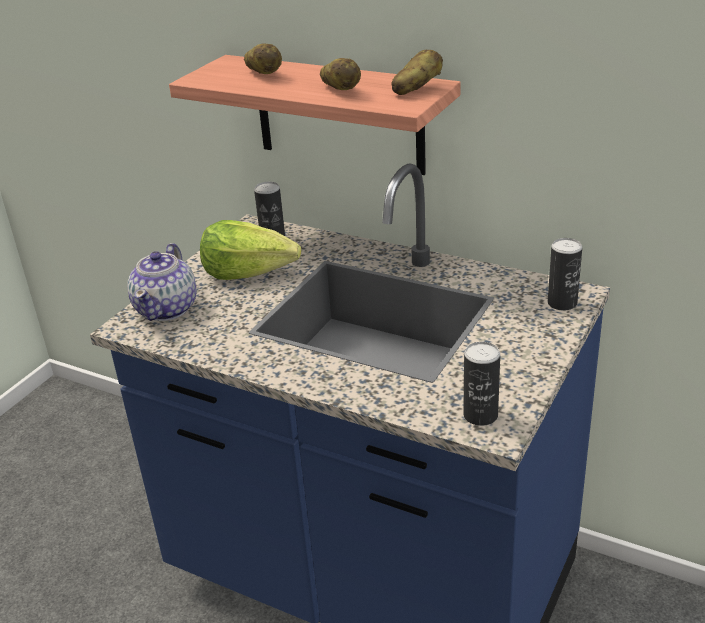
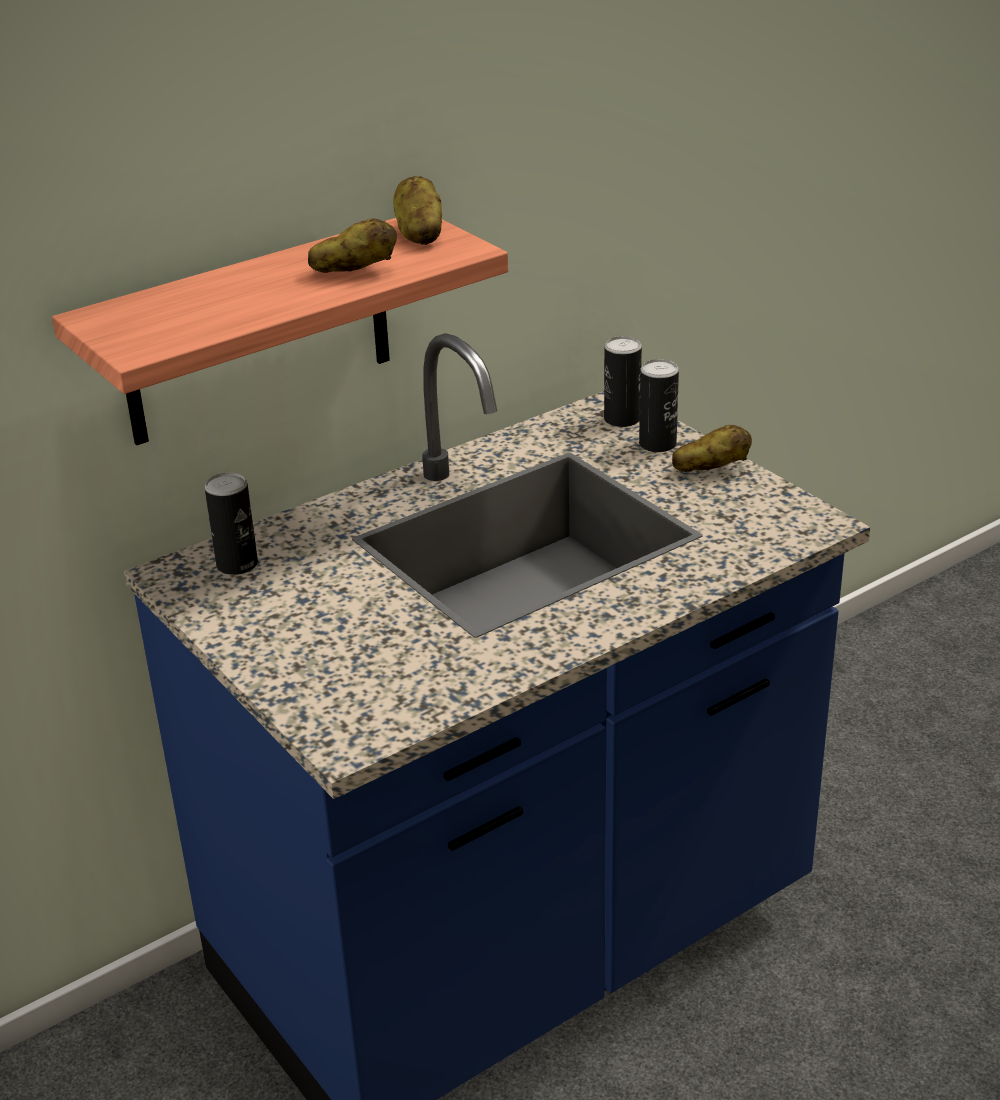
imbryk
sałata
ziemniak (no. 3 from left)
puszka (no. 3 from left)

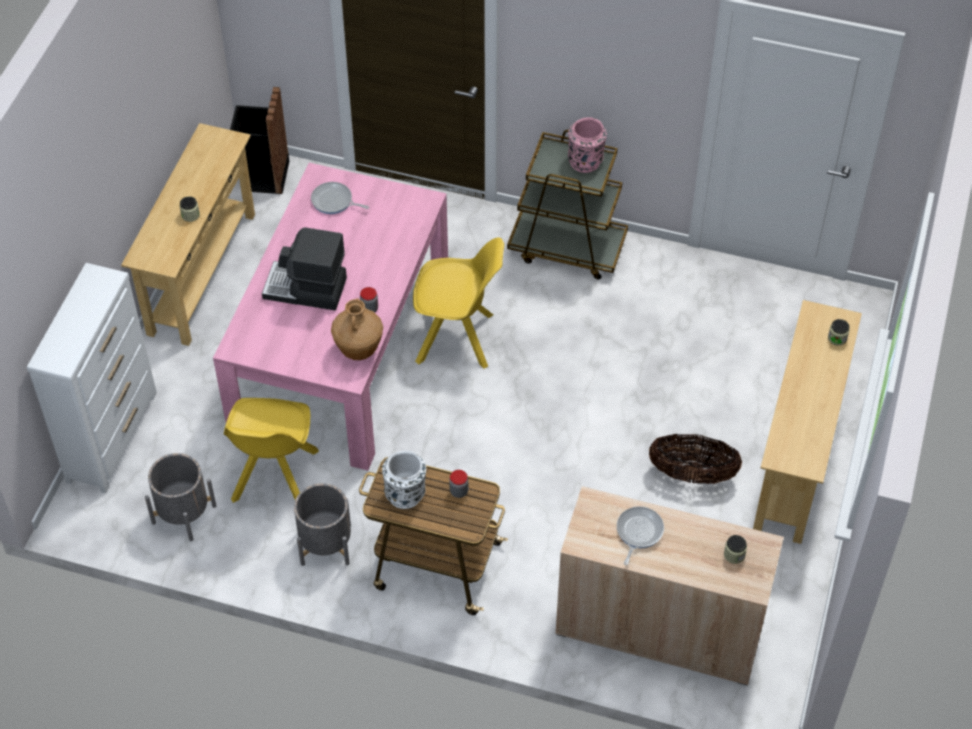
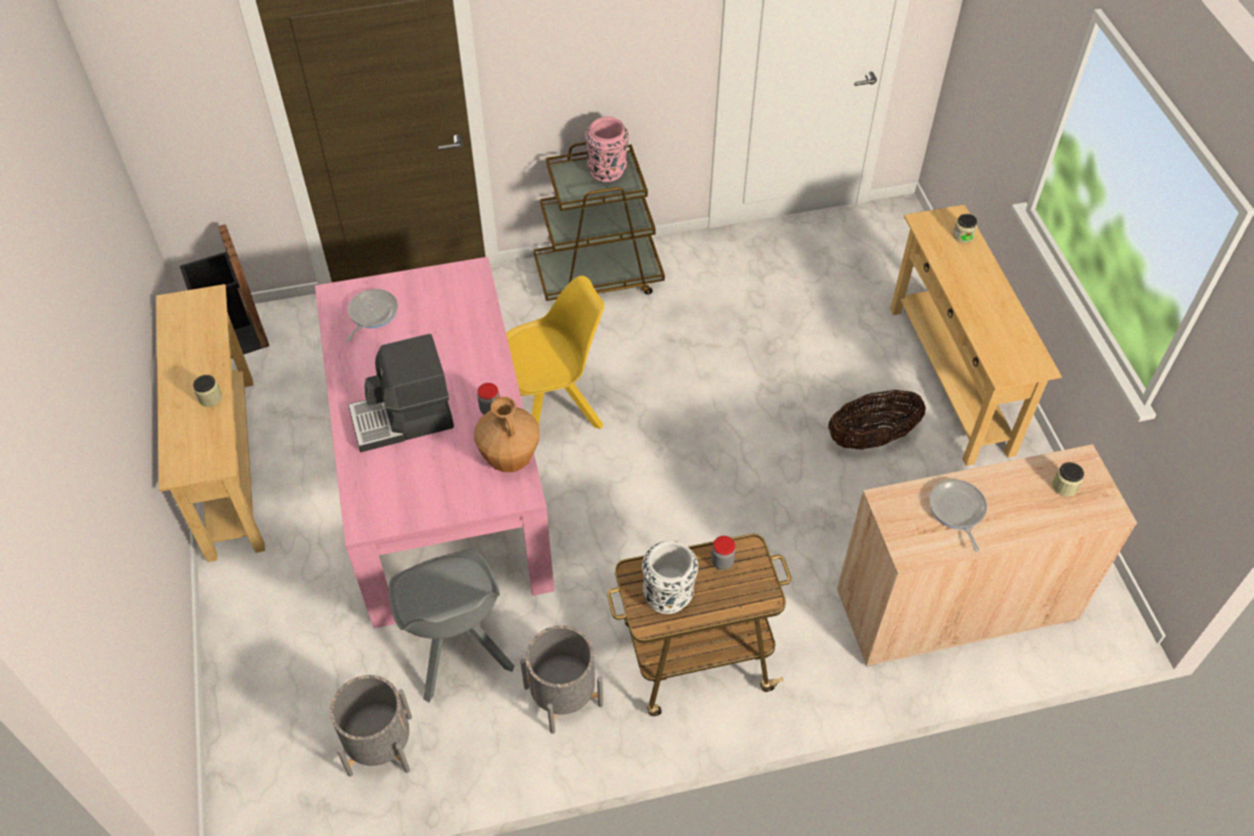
komoda/biały
krzesło/szary
patelnia (no. 1 from left)

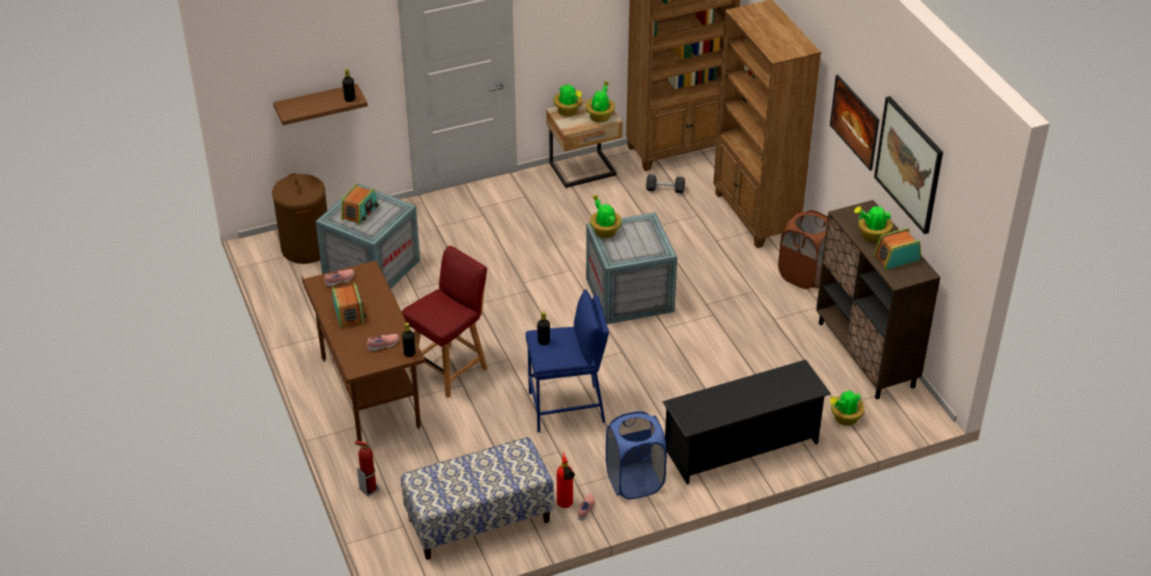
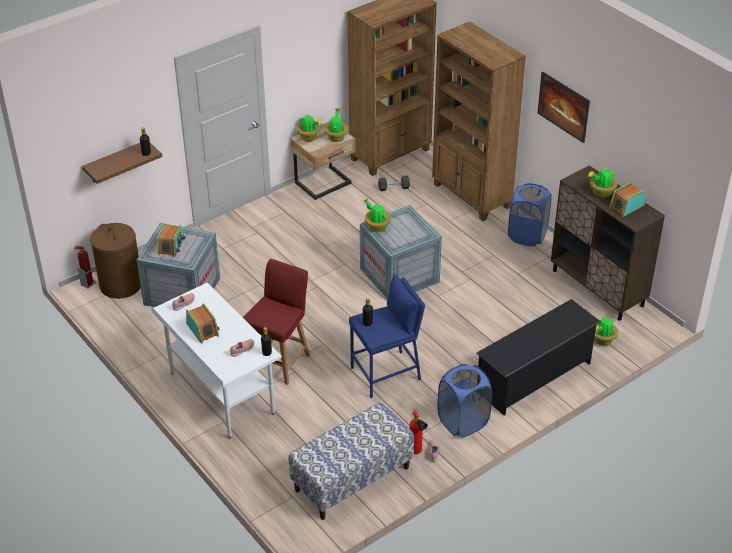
obraz (no. 2 from left in the first image)
gaśnica (no. 1 from left)
biurko/biały
kosz na pranie/niebieski (no. 2 from left)

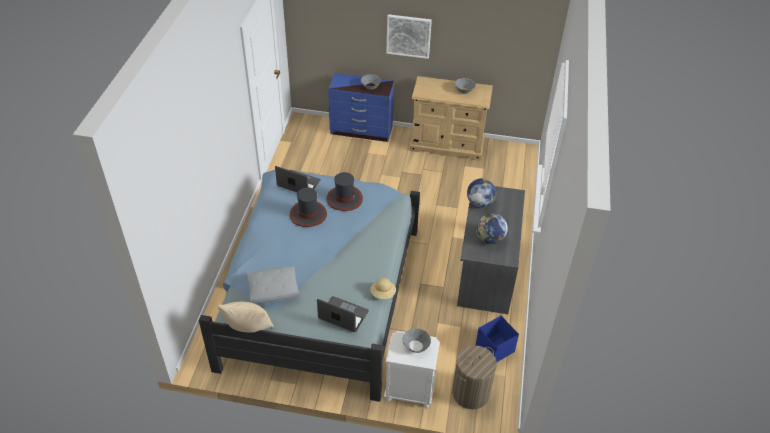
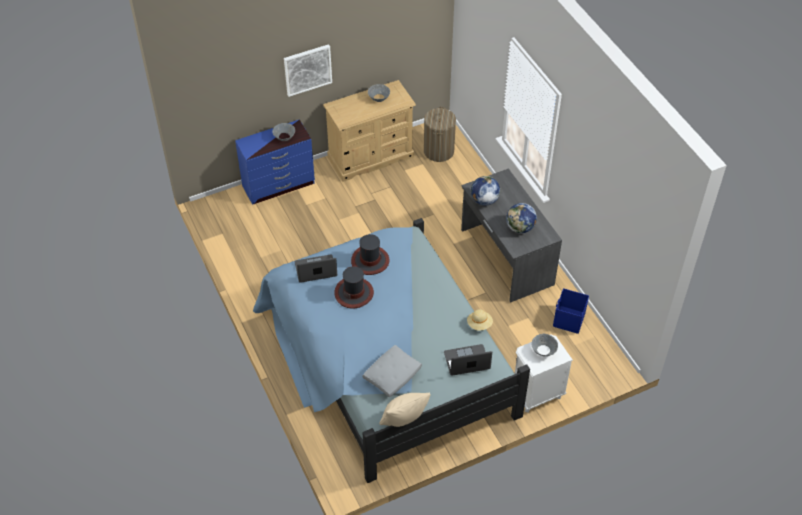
kosz na pranie

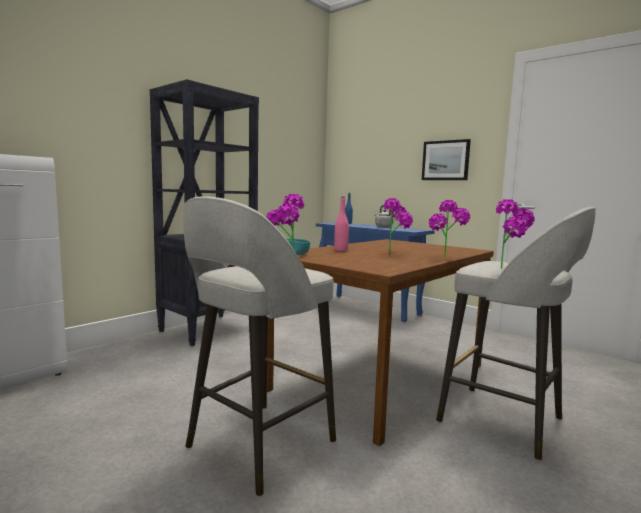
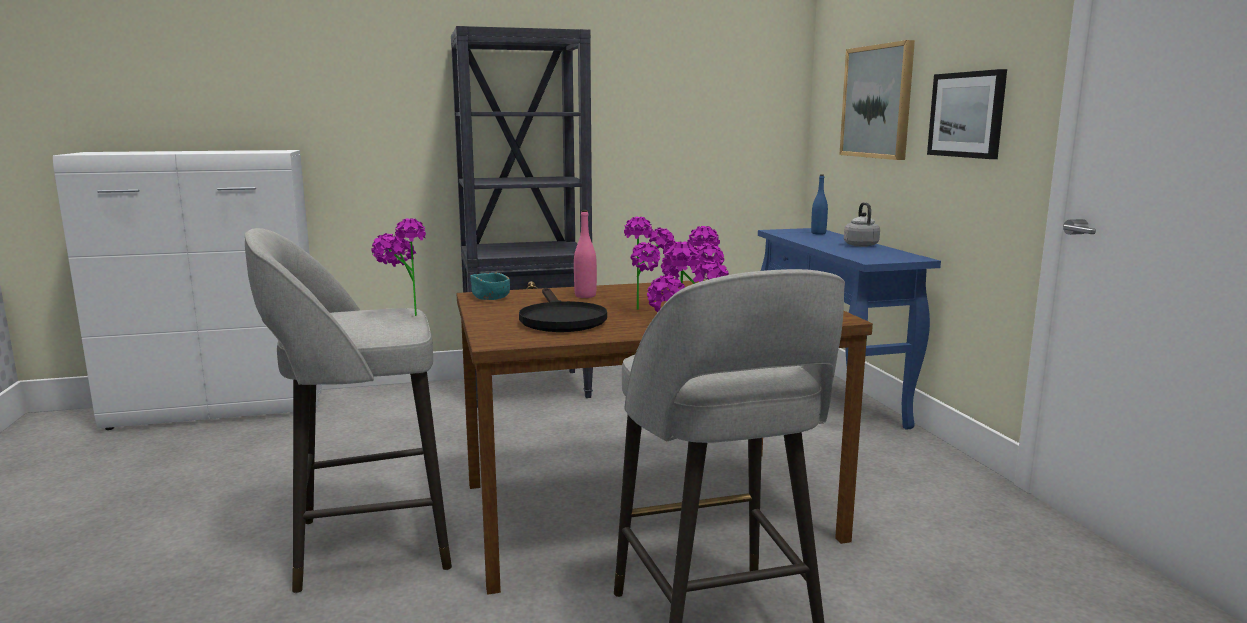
patelnia/czarny
obraz (no. 1 from left)

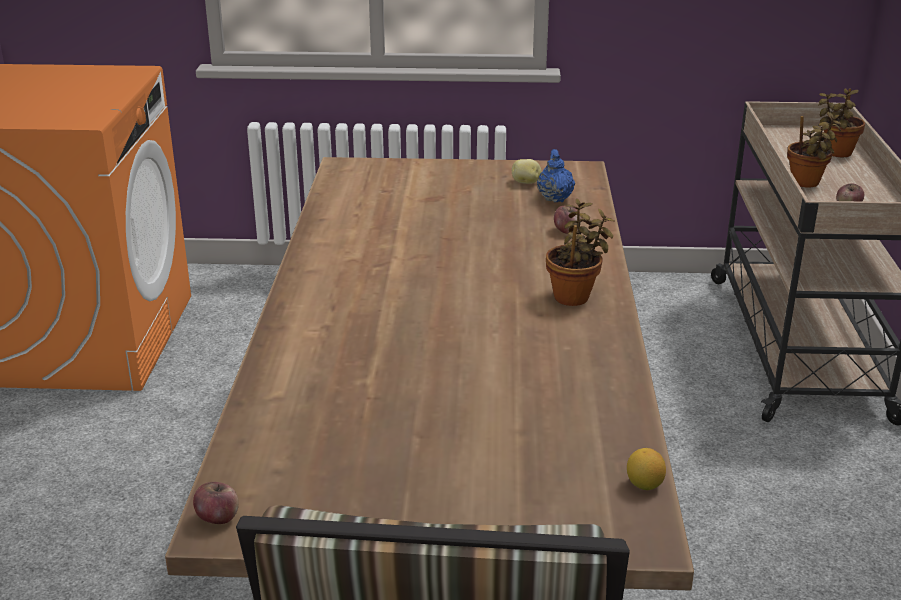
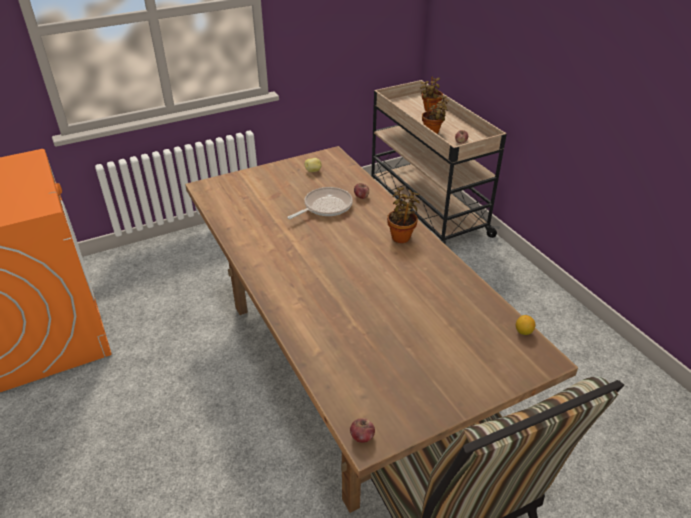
imbryk/niebieski
patelnia

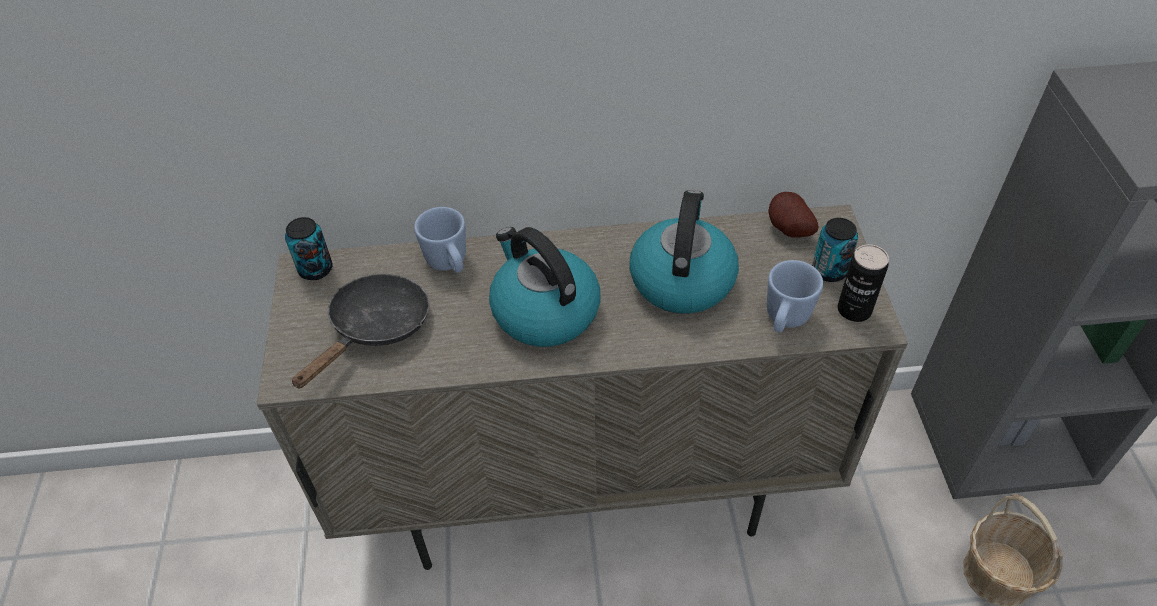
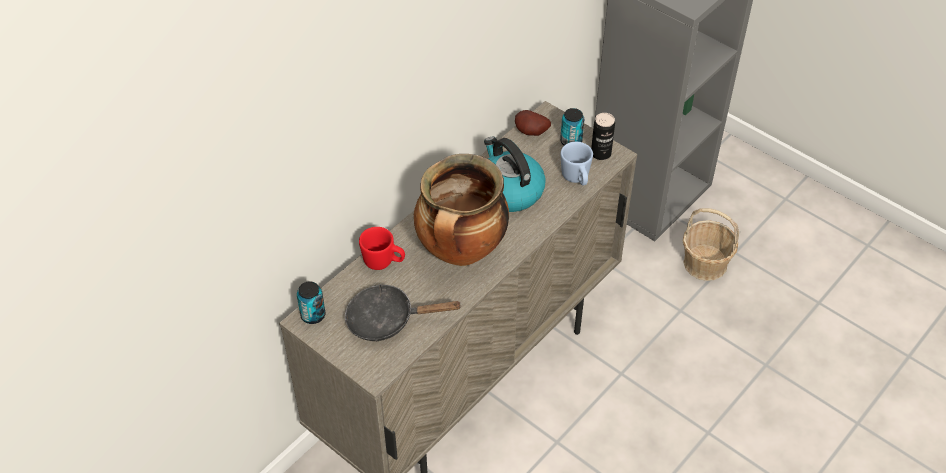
garnek
kubek/czerwony
patelnia/czarny

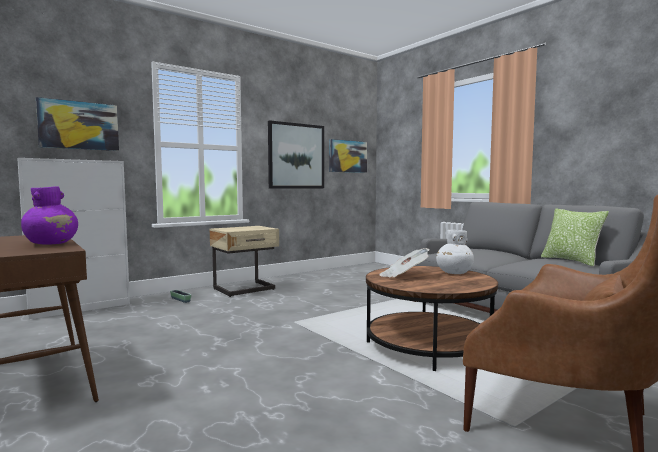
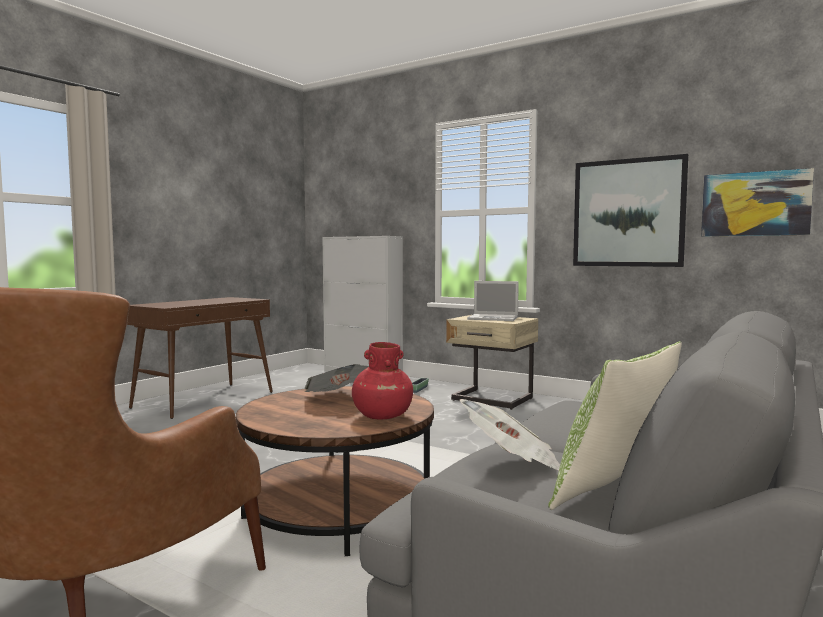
wazon/fioletowy
obraz (no. 1 from left in the first image)
gazeta (no. 2 from left)
laptop
wazon/czerwony

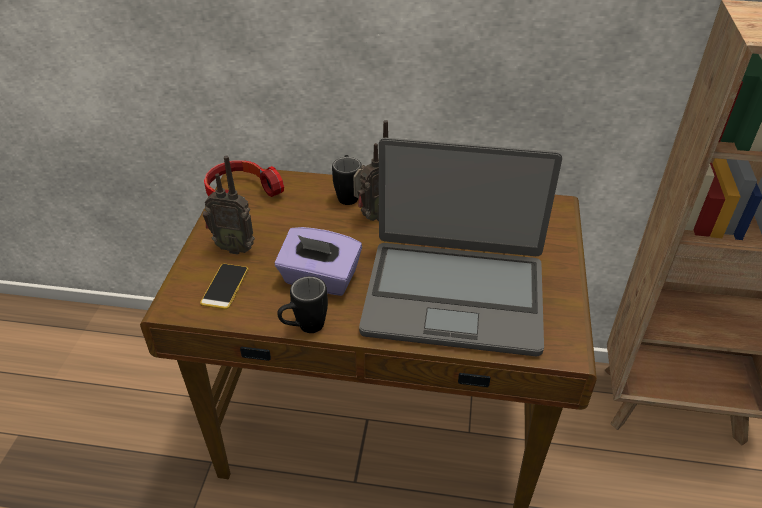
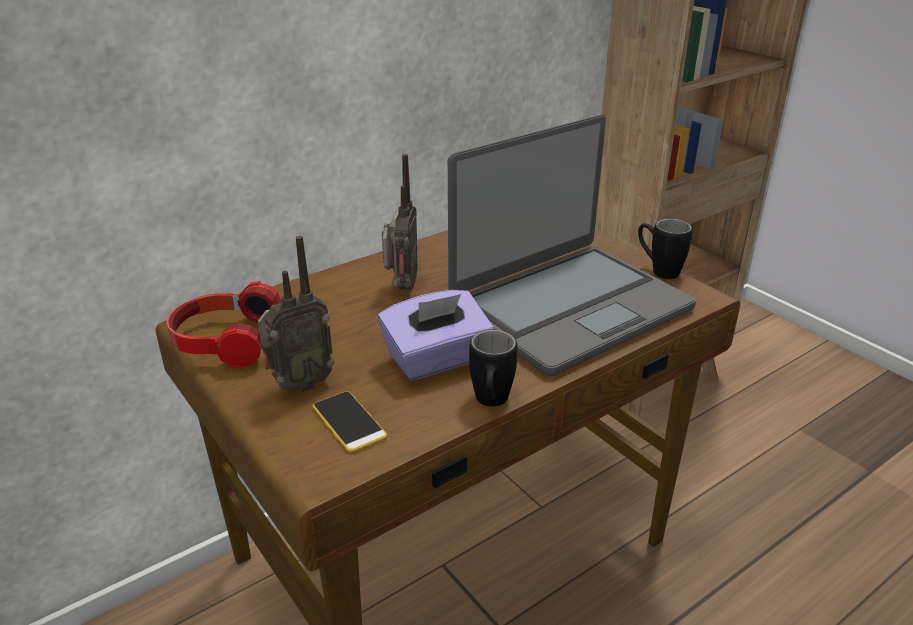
kubek/czarny (no. 2 from left)

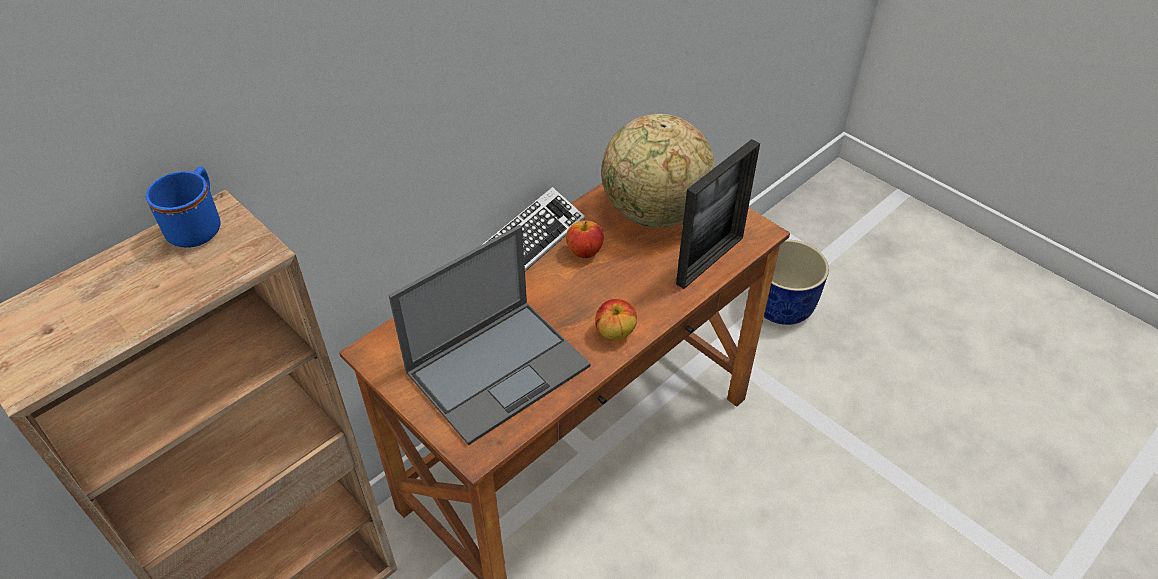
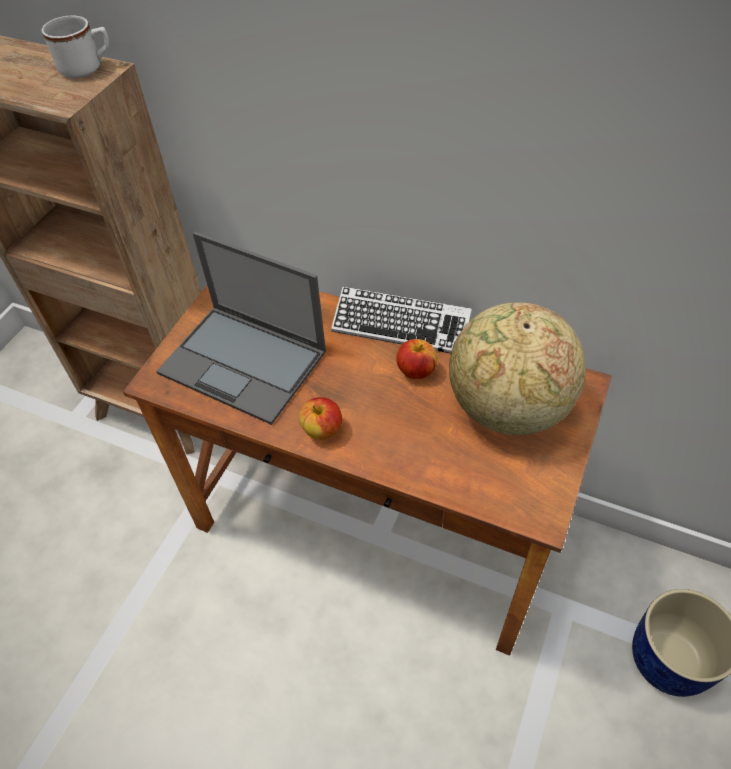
ramka na zdjęcie
kubek/biały

